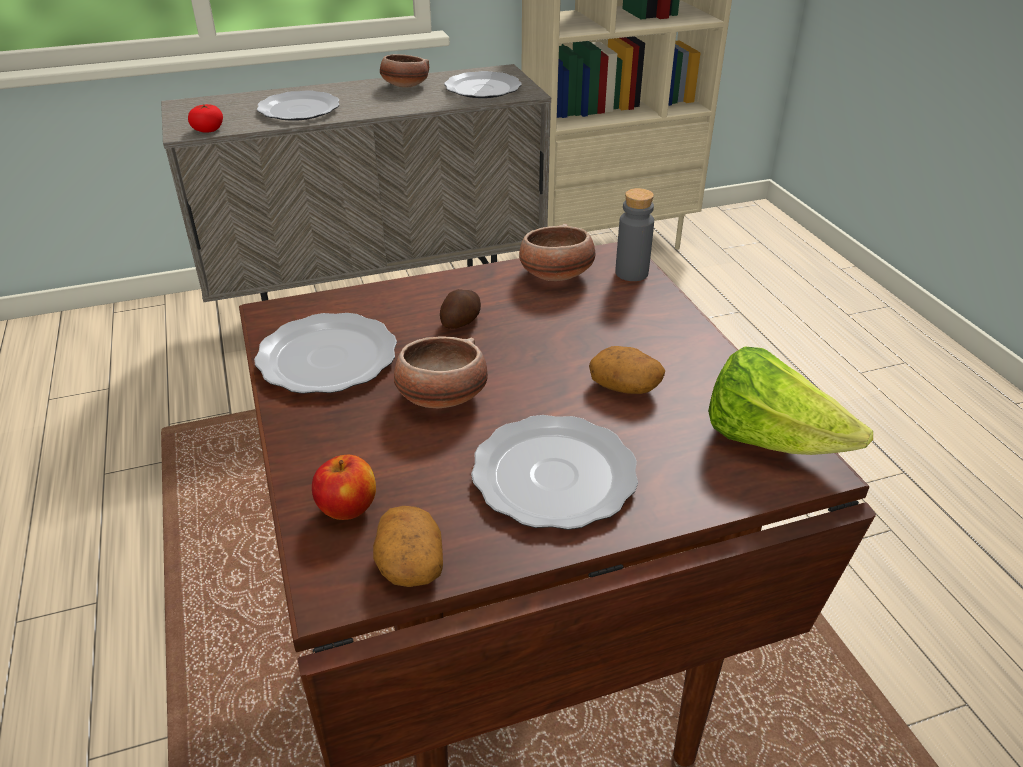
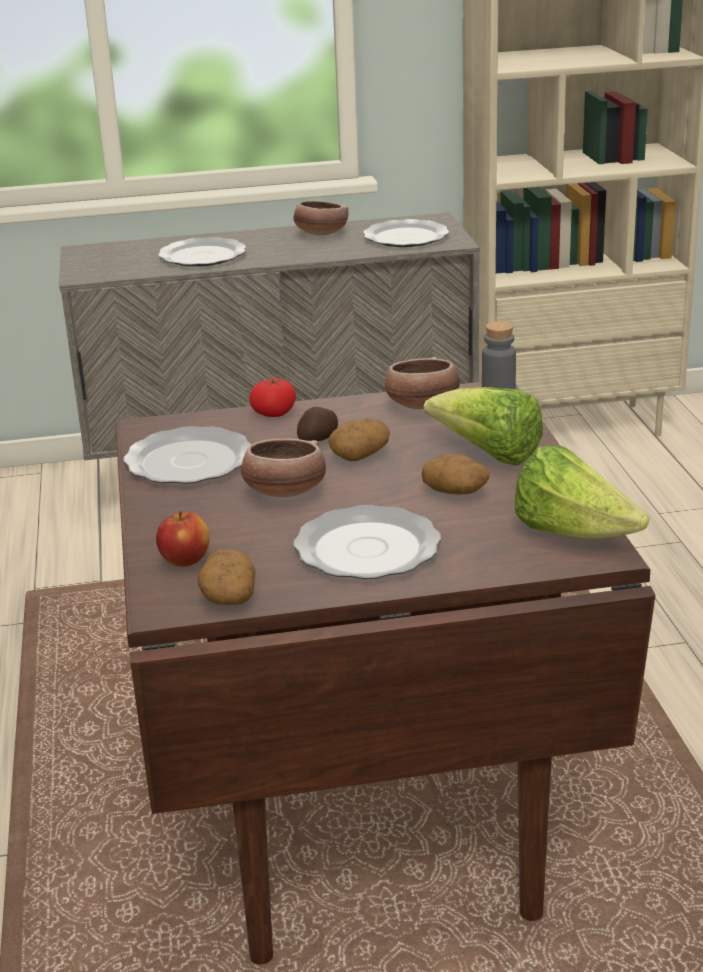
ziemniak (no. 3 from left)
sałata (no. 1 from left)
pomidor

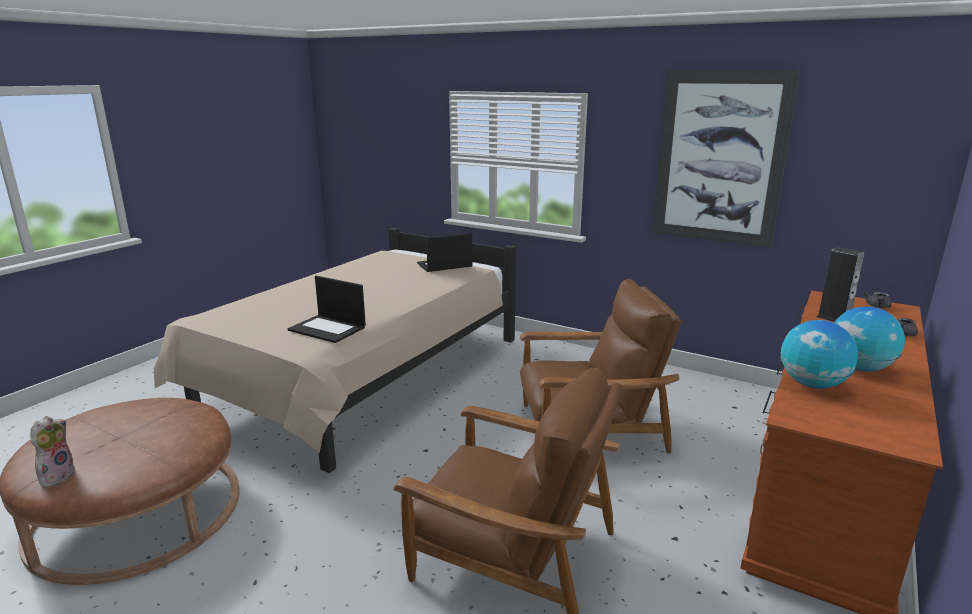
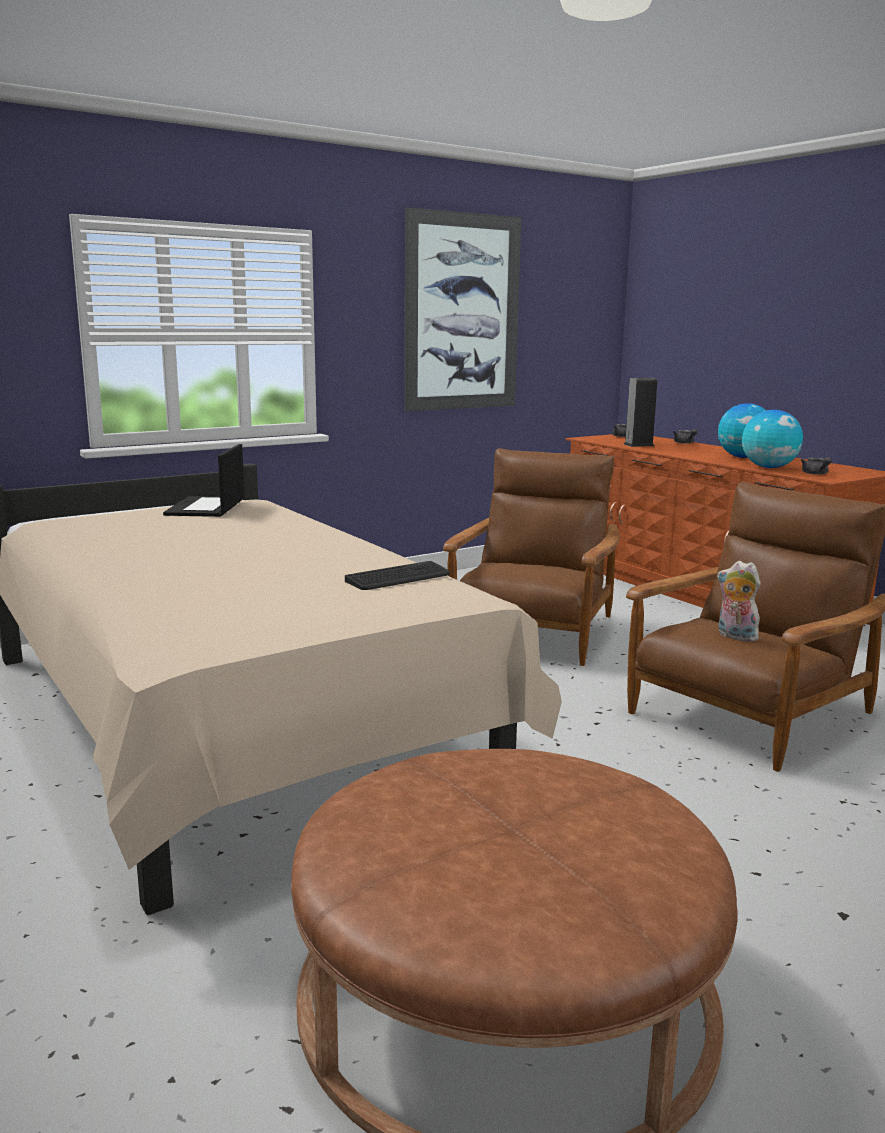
imbryk/szary (no. 3 from left)
pluszak
klawiatura

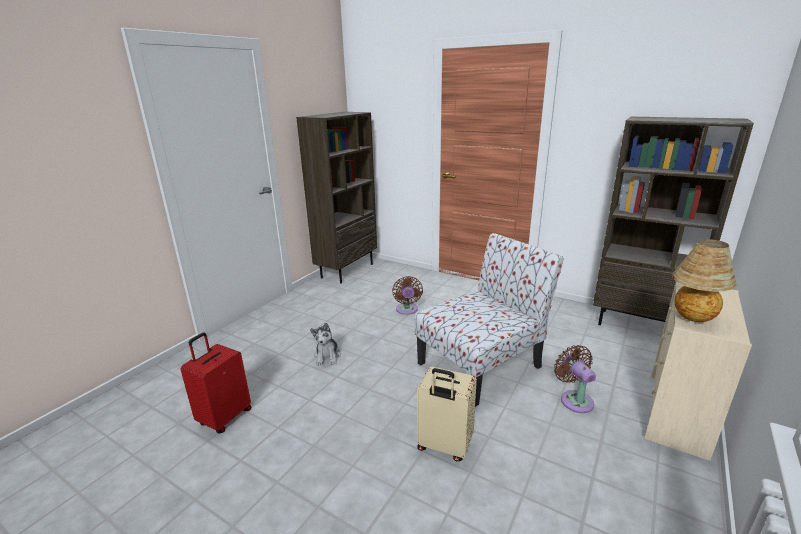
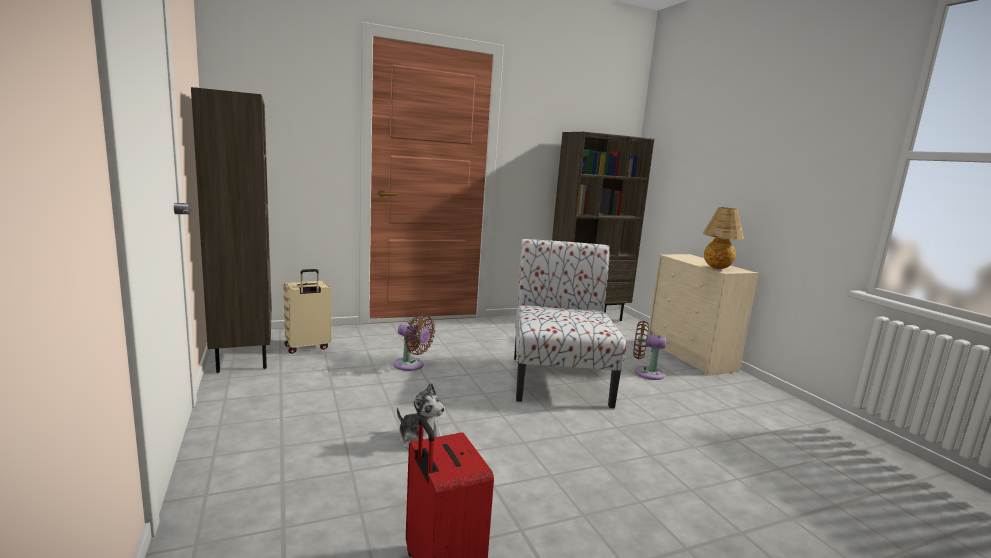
walizka/beżowy

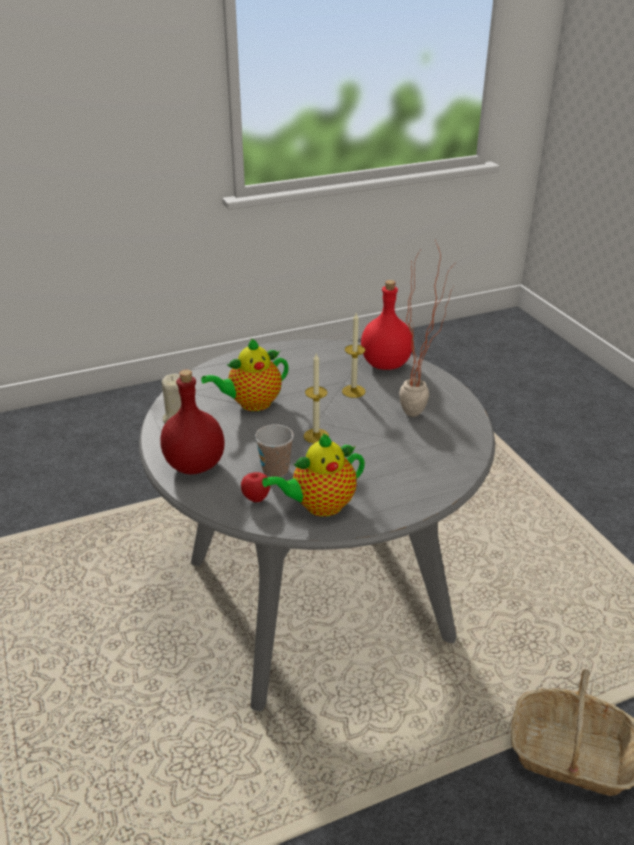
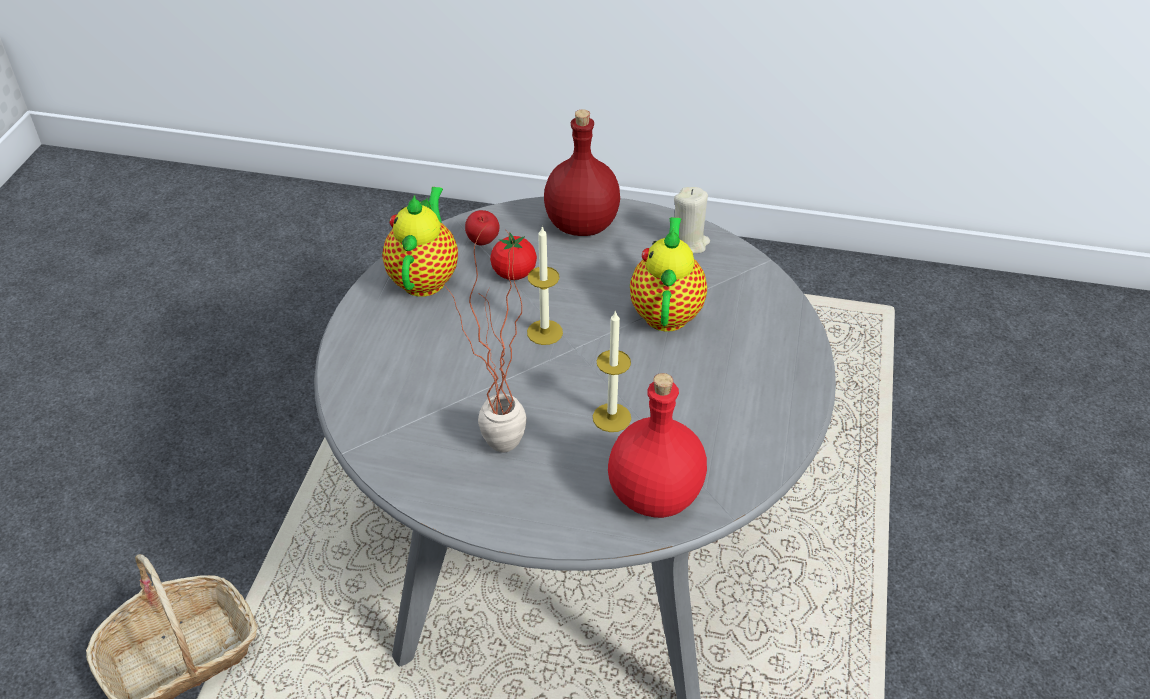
pomidor

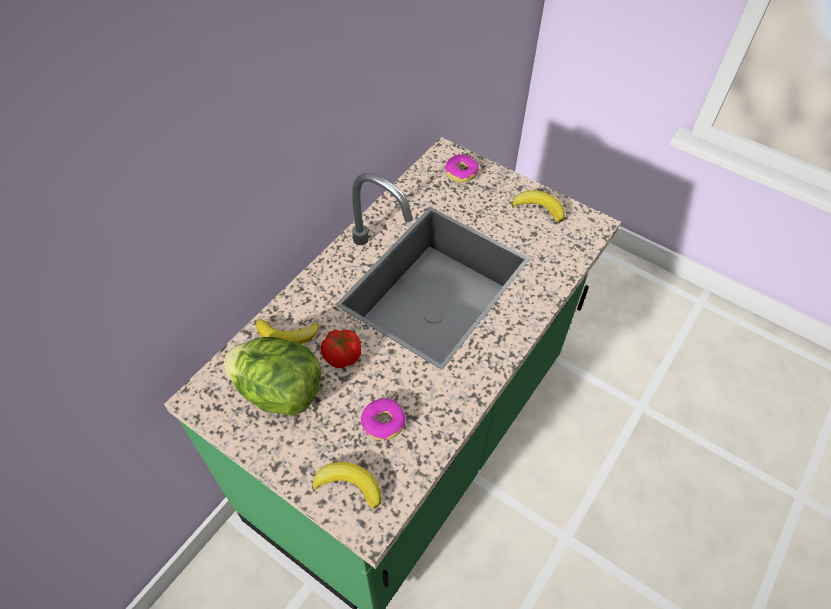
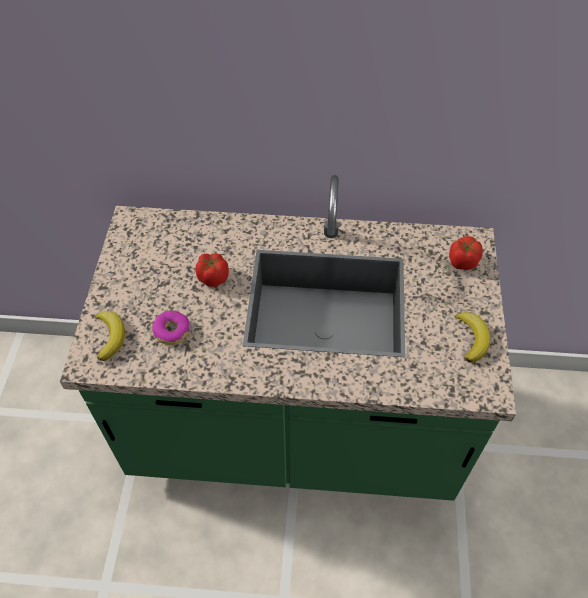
sałata
banan (no. 1 from left in the first image)
pomidor (no. 2 from left)

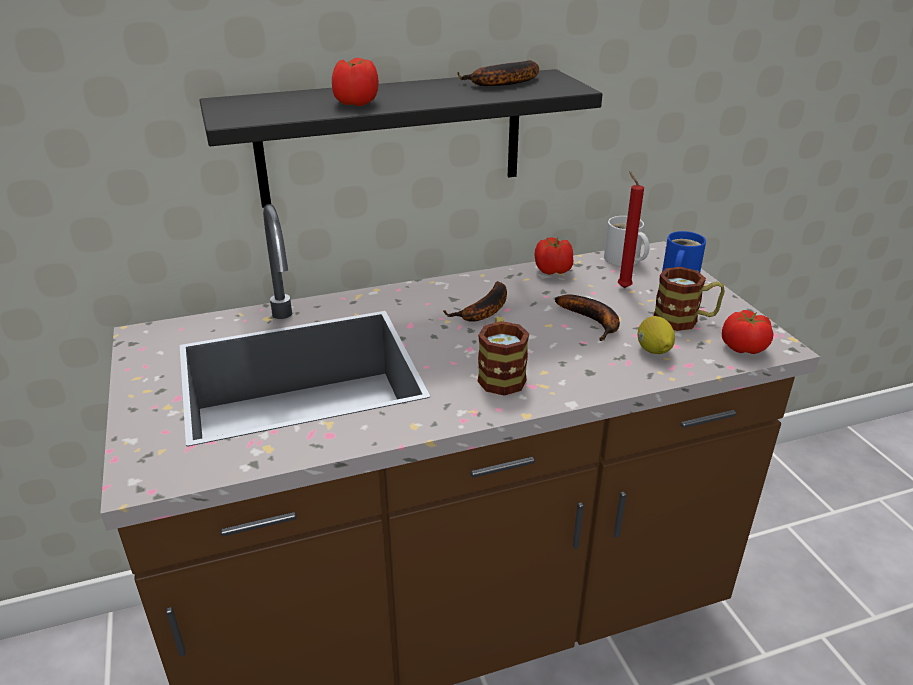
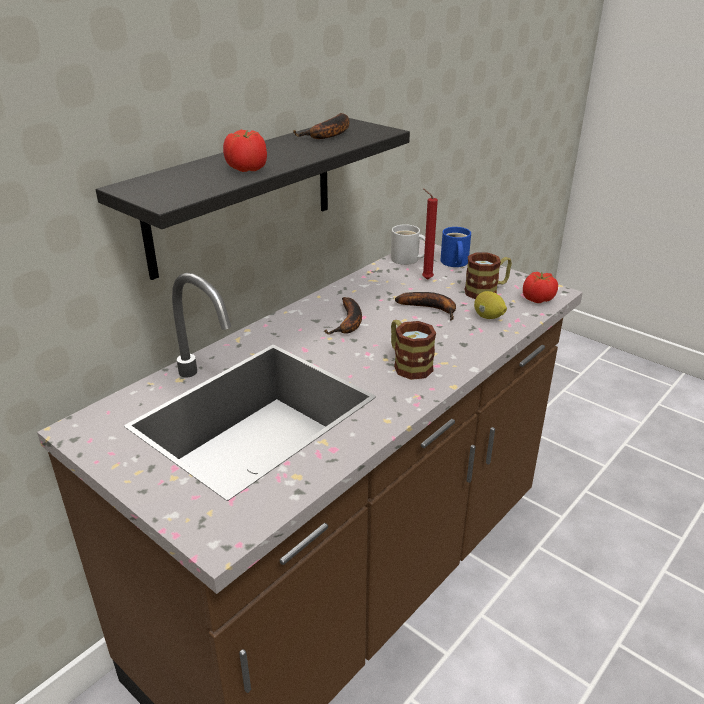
pomidor (no. 2 from left in the first image)

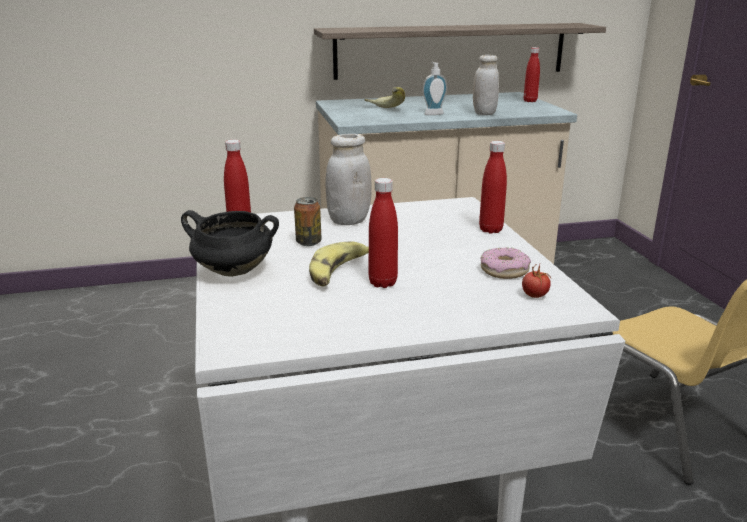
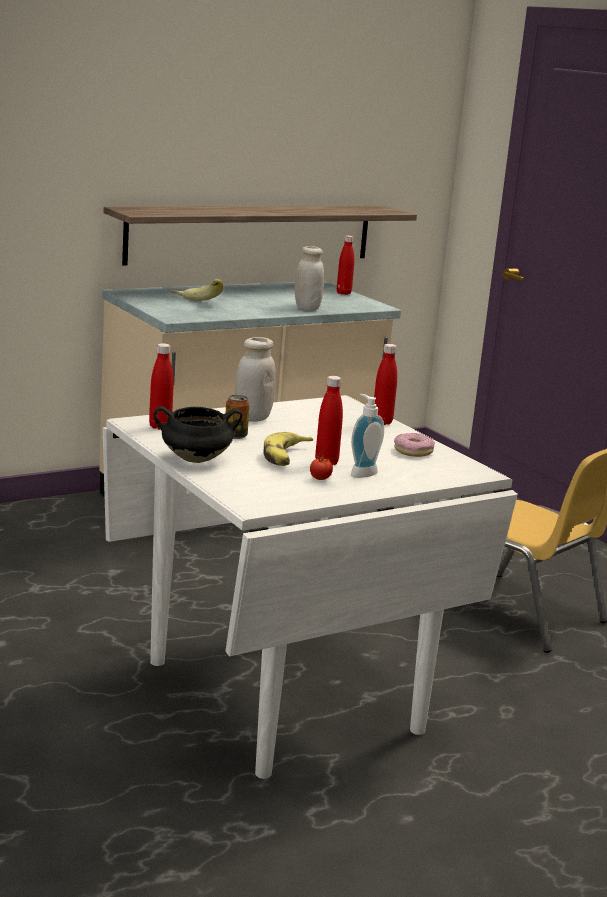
dozownik mydła
pomidor

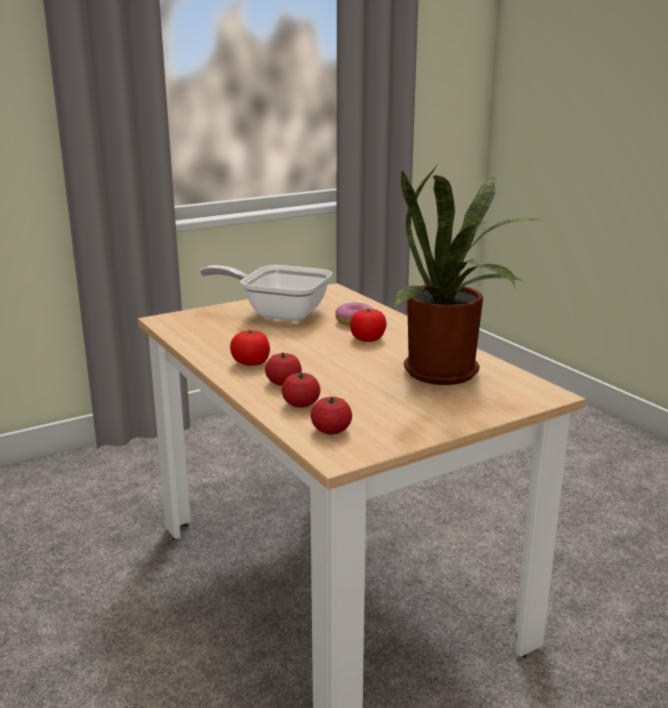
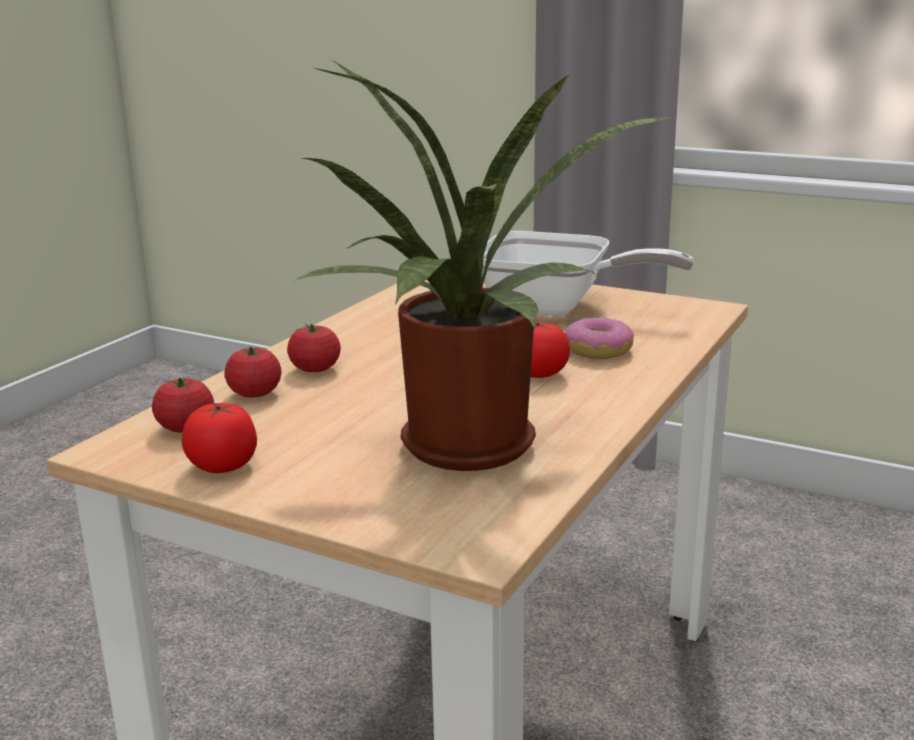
pomidor (no. 2 from left)
patelnia

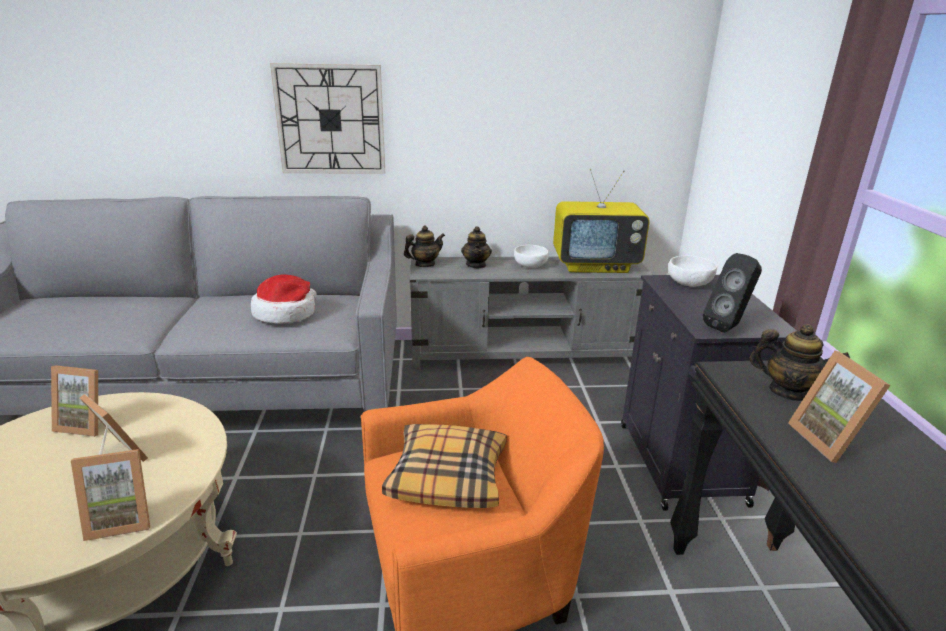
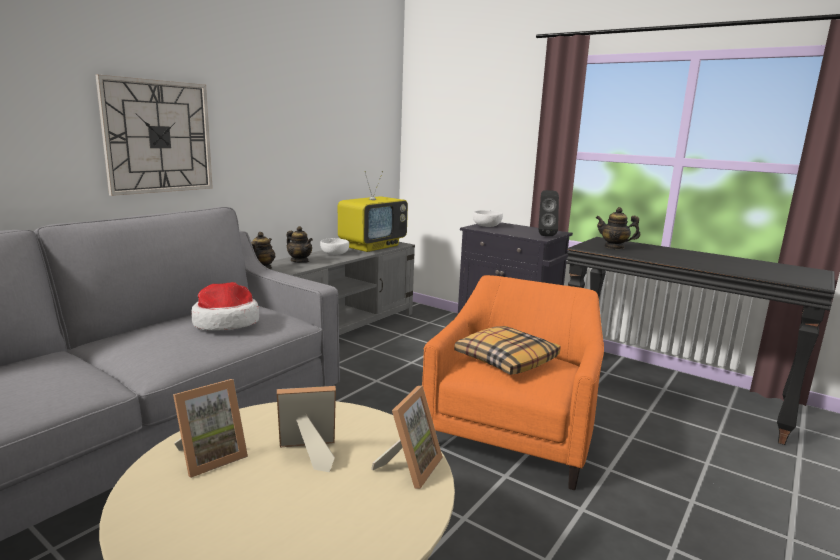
ramka na zdjęcie (no. 4 from left in the first image)
imbryk (no. 3 from left)

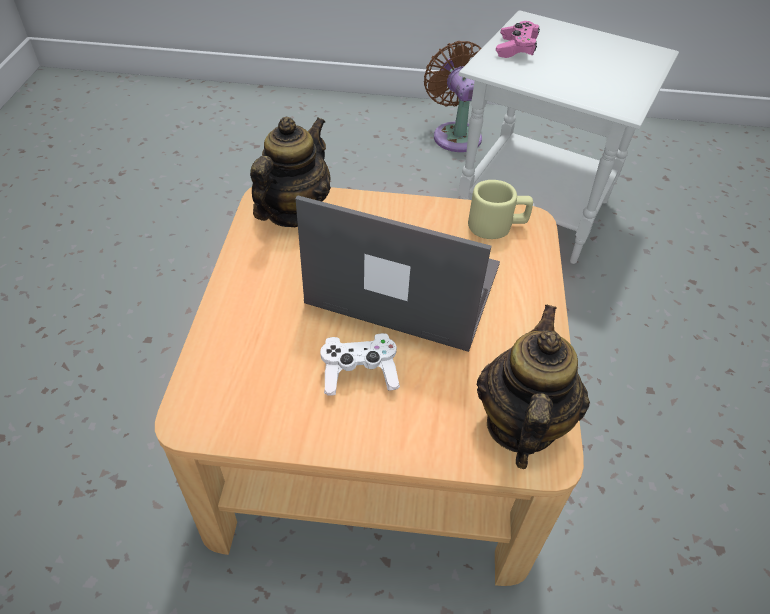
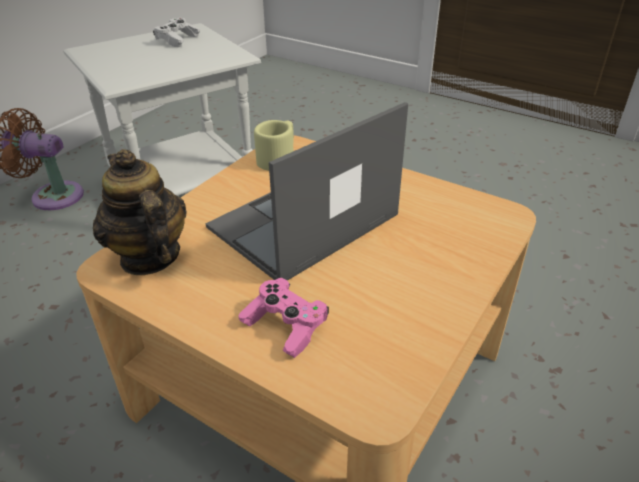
imbryk (no. 2 from left in the first image)
pad do gier/biały
pad do gier/różowy

